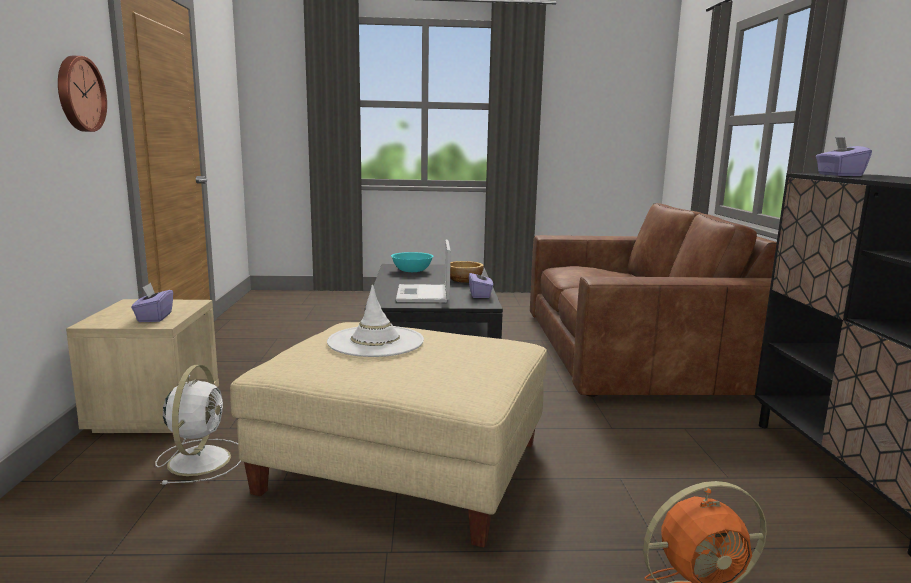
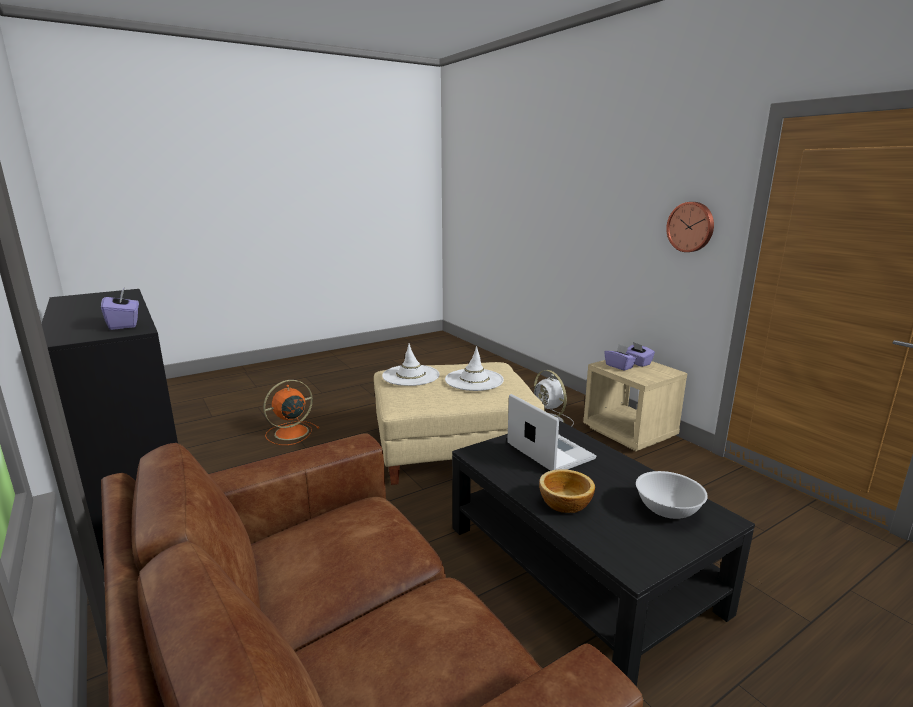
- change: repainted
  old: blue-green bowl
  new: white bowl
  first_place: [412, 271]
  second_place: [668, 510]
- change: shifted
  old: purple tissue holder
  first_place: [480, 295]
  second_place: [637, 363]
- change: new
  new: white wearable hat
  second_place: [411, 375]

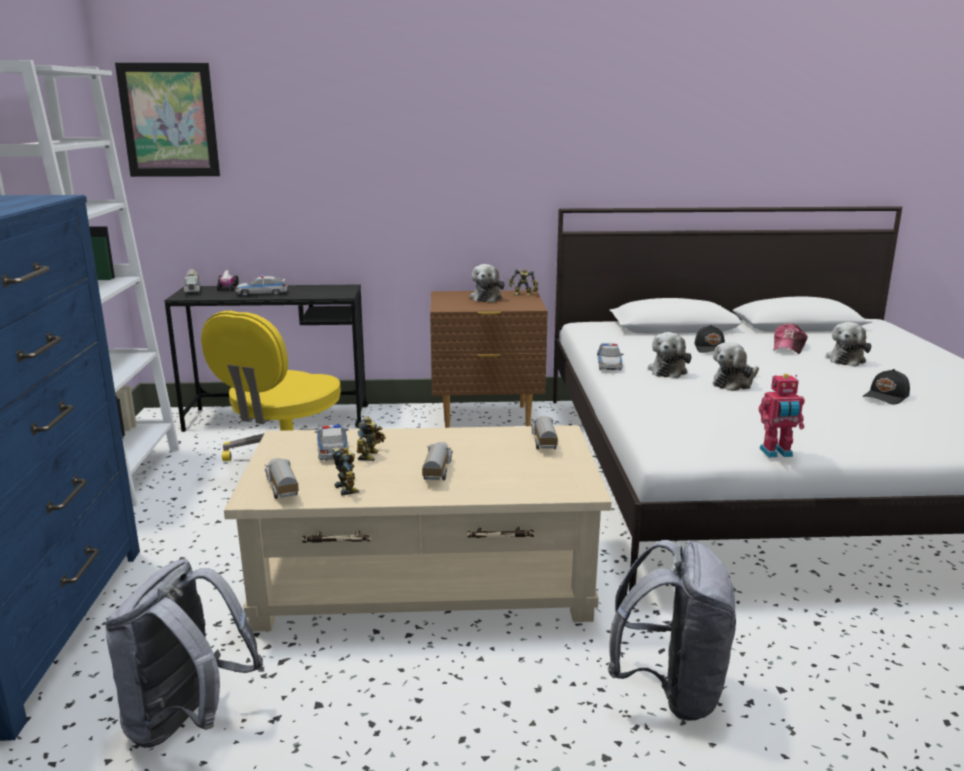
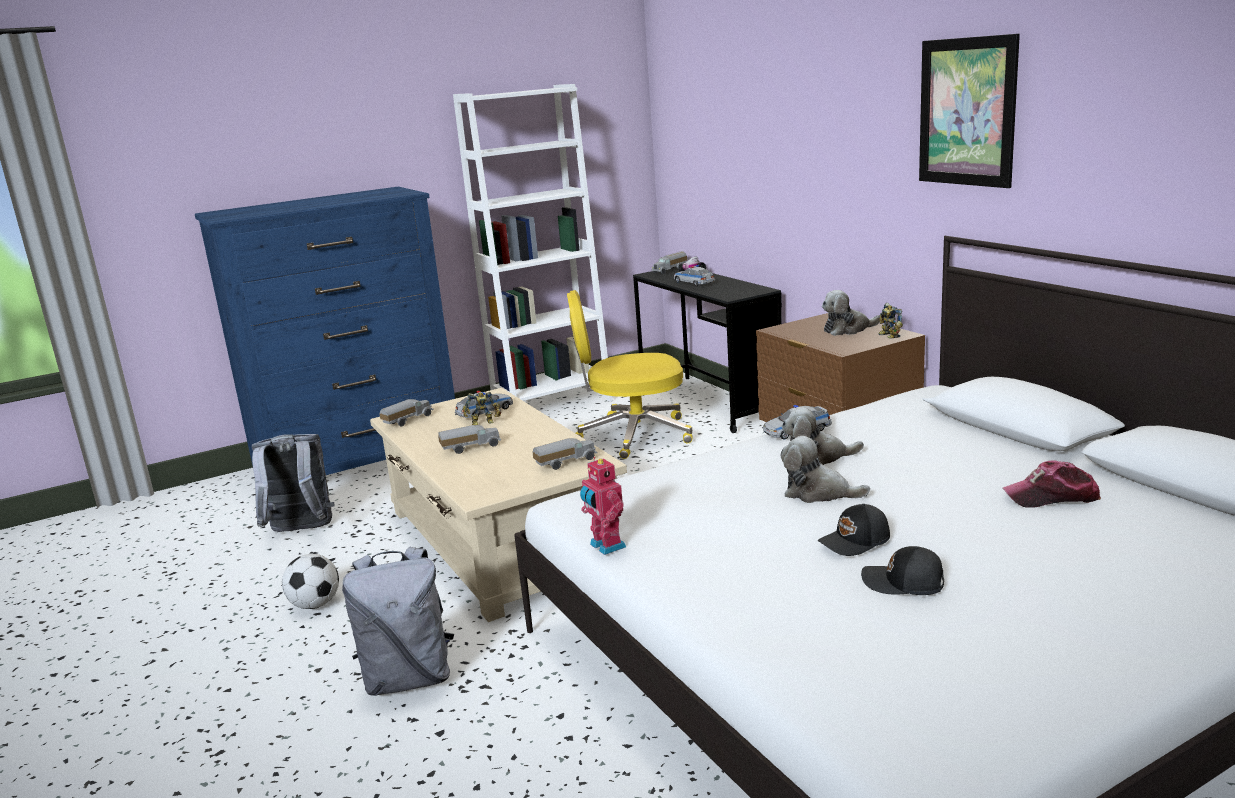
- change: shifted
  old: picture
  first_place: [169, 120]
  second_place: [967, 112]
- change: gone
  old: model robot
  first_place: [349, 488]
- change: shifted
  old: blackish cap
  first_place: [711, 349]
  second_place: [855, 542]
- change: gone
  old: plush toy
  first_place: [846, 359]
- change: new
  new: ball for football
  second_place: [315, 604]

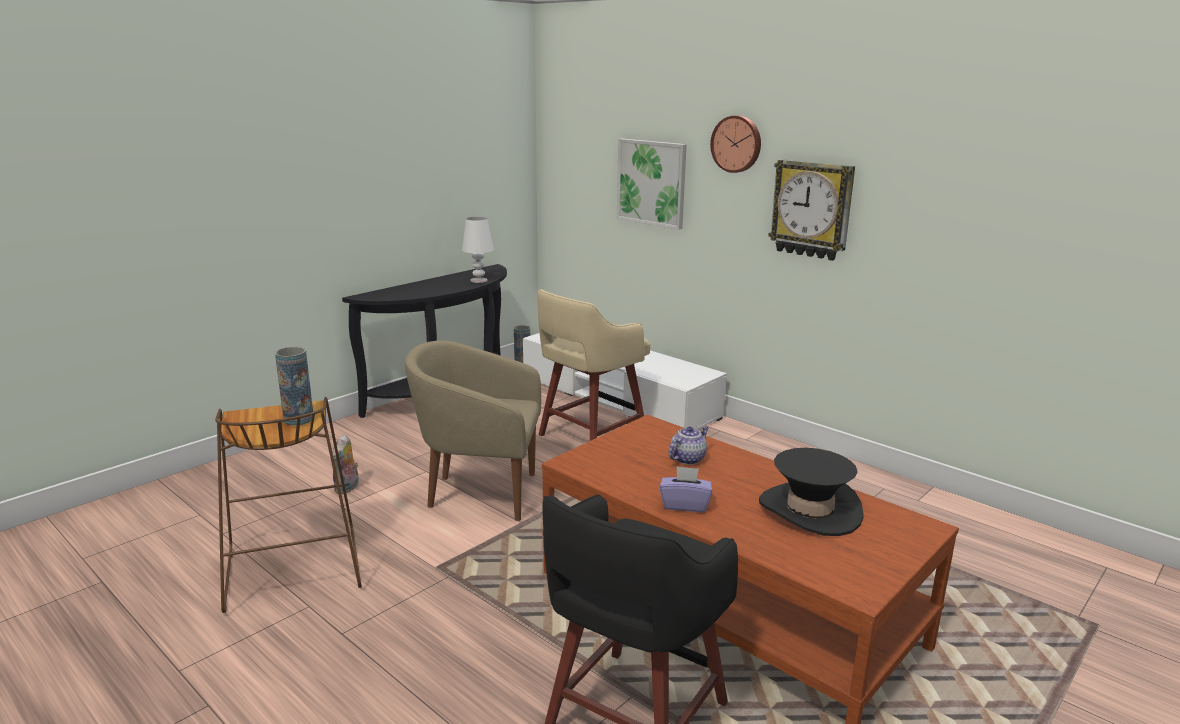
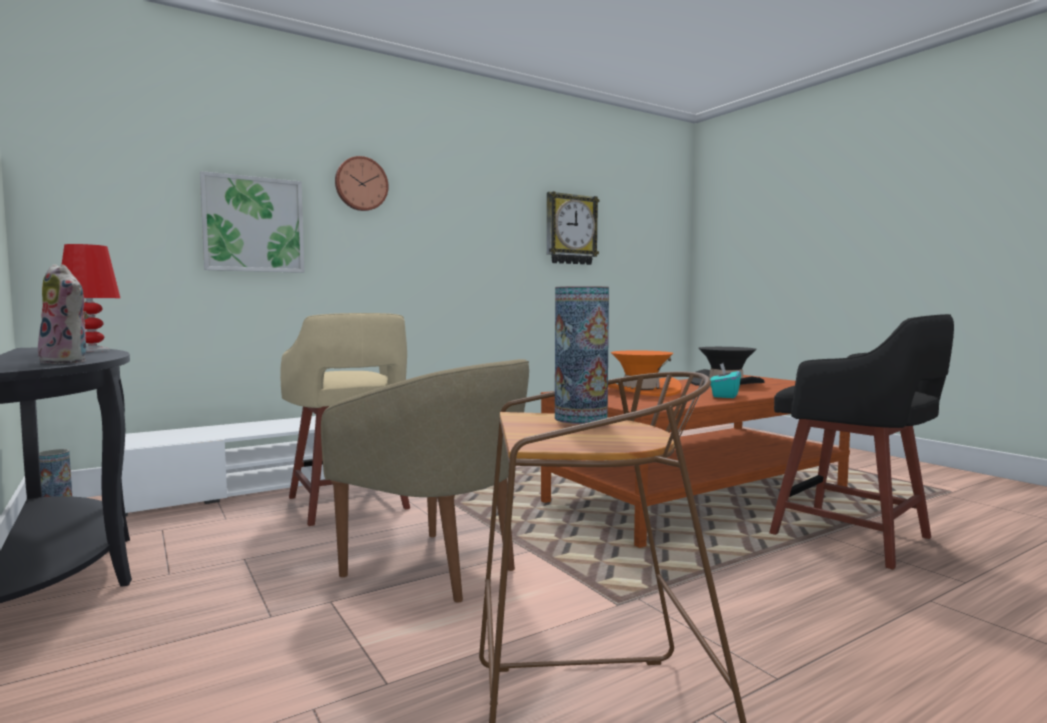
- change: shifted
  old: plush toy
  first_place: [347, 488]
  second_place: [68, 361]
- change: rotated
  old: beige armchair
  first_place: [479, 493]
  second_place: [437, 568]
  degrees: -75
- change: repainted
  old: white lamp for a table
  new: red-coloured lamp for a table
  first_place: [479, 280]
  second_place: [92, 350]
- change: repainted
  old: purple tissue holder
  new: blue-green tissue holder
  first_place: [685, 505]
  second_place: [724, 395]
- change: swapped
  old: tea pot
  new: orange wearable hat
  first_place: [688, 458]
  second_place: [641, 391]
- change: shifted
  old: clock on the wall
  first_place: [812, 209]
  second_place: [570, 229]

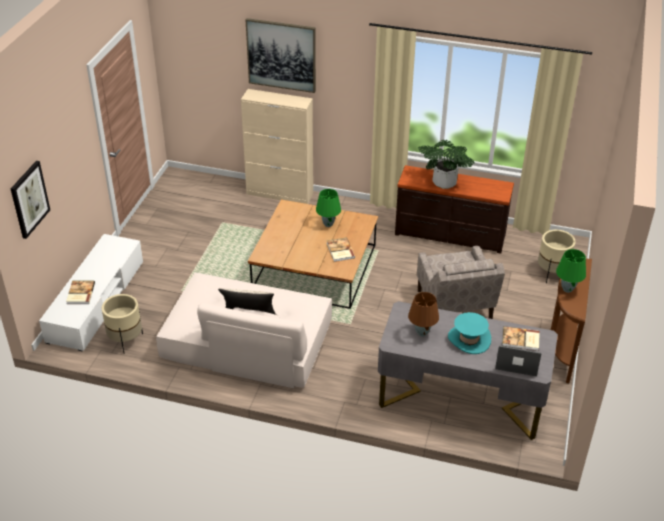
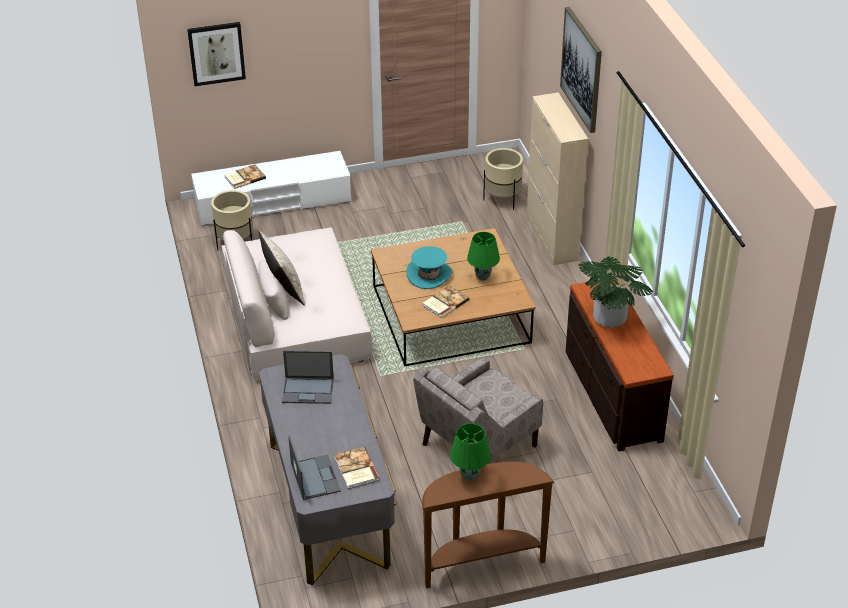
- change: swapped
  old: brownish lamp for a table
  new: portable computer
  first_place: [422, 332]
  second_place: [308, 390]
- change: shifted
  old: blue-green wearable hat
  first_place: [469, 339]
  second_place: [429, 275]
- change: shifted
  old: beige planter
  first_place: [552, 273]
  second_place: [502, 200]

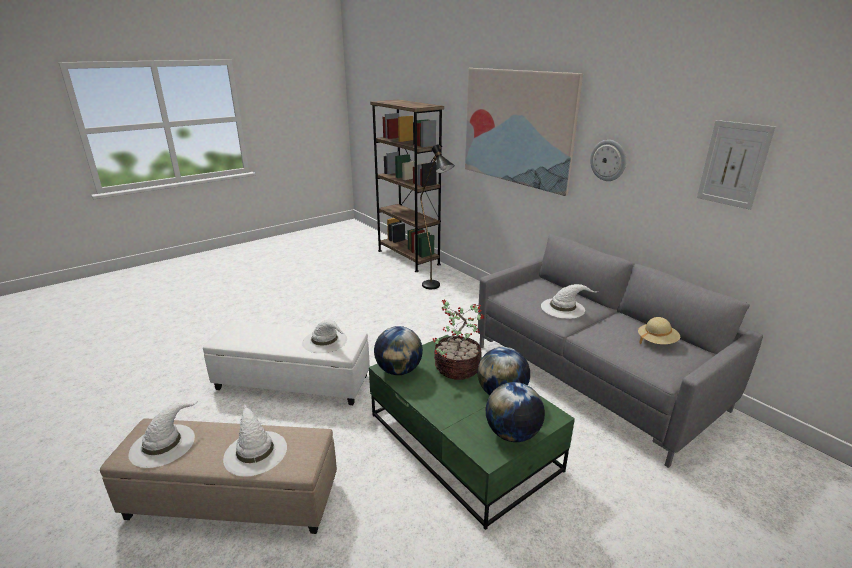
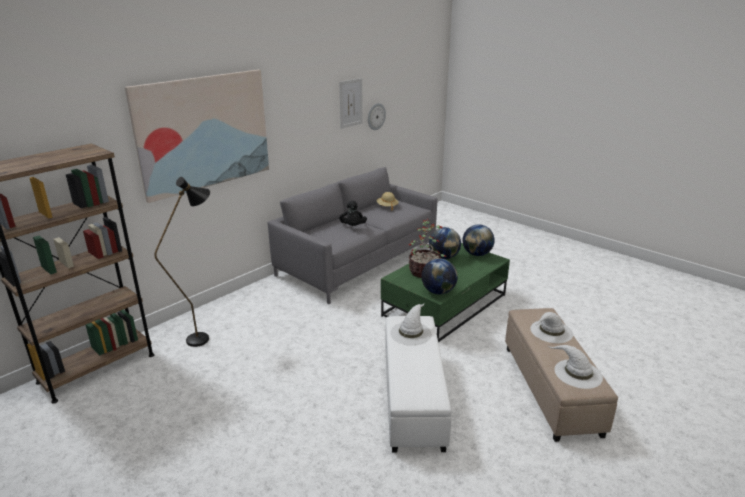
- change: swapped
  old: white wearable hat
  new: blackish plush toy
  first_place: [563, 308]
  second_place: [353, 227]
- change: shifted
  old: clock on the wall
  first_place: [608, 160]
  second_place: [376, 116]

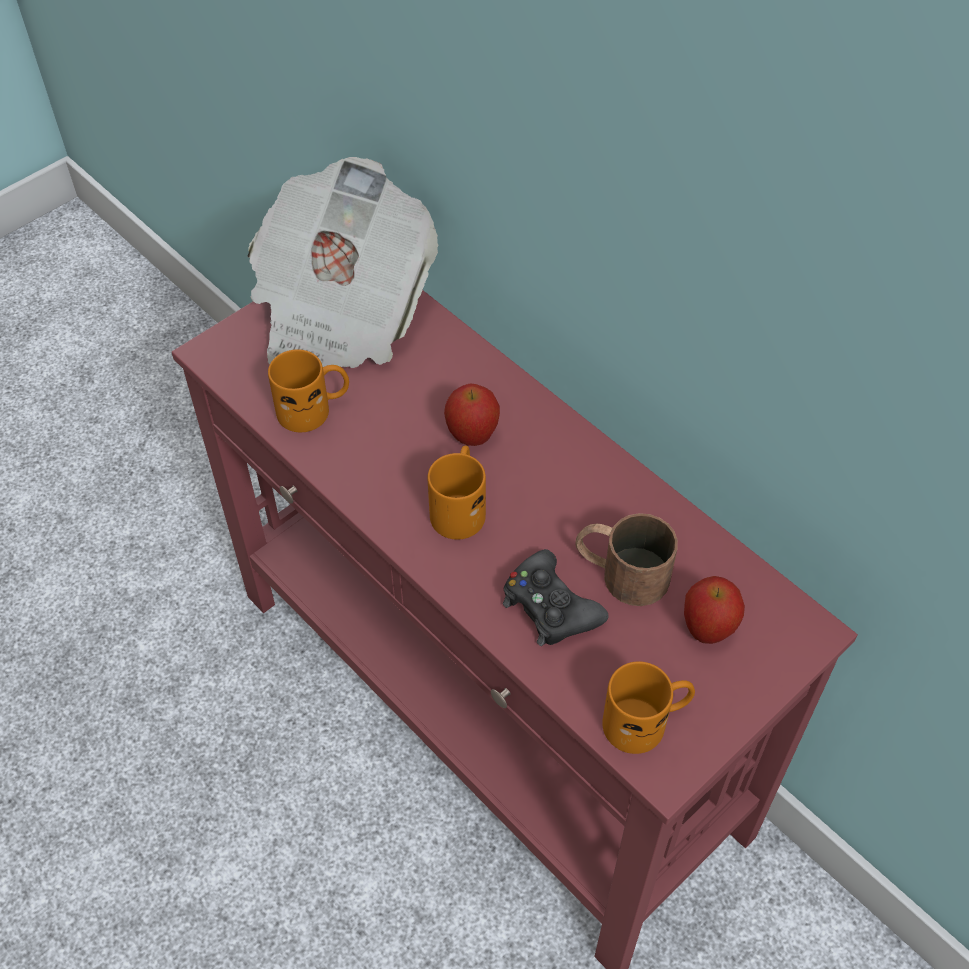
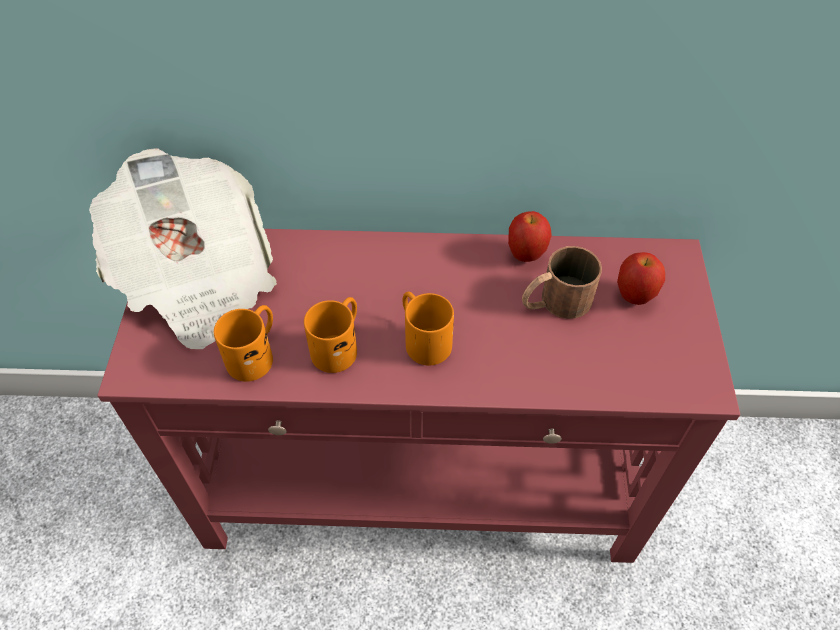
- change: shifted
  old: apple
  first_place: [472, 436]
  second_place: [525, 255]
- change: gone
  old: blackish game controller
  first_place: [550, 607]
- change: shifted
  old: orange tea mug
  first_place: [646, 721]
  second_place: [339, 345]

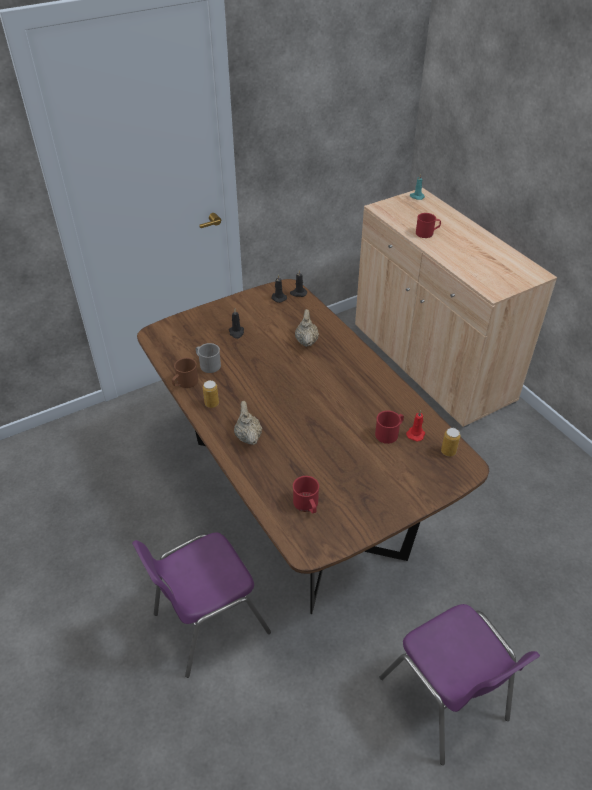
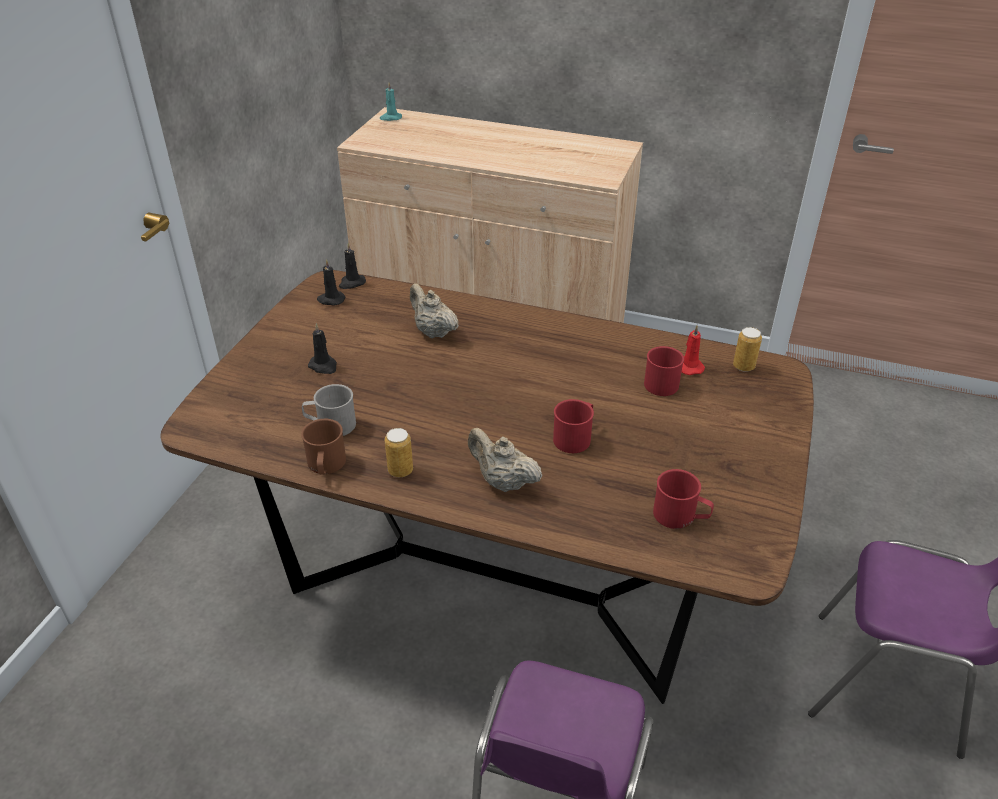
- change: shifted
  old: red-coloured tea mug
  first_place: [427, 233]
  second_place: [575, 437]

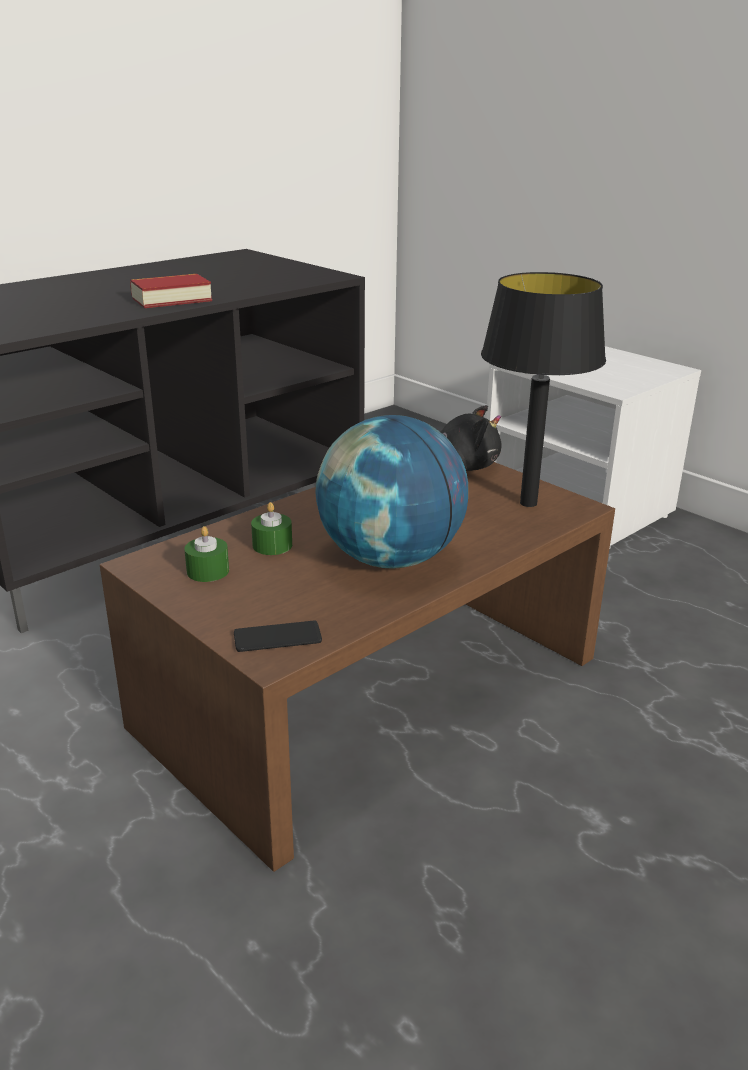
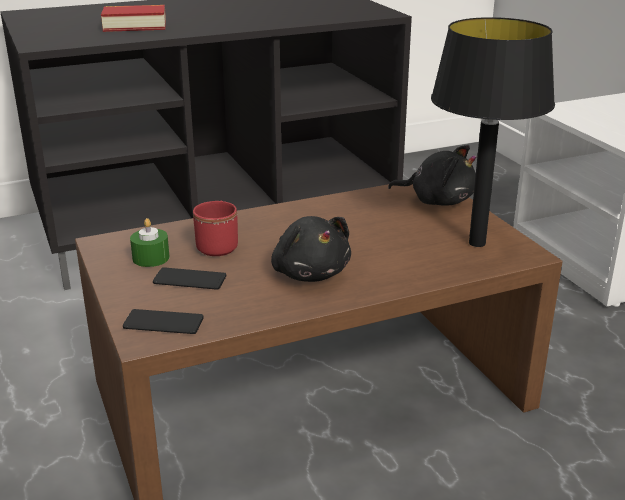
- change: shifted
  old: book
  first_place: [171, 299]
  second_place: [135, 26]
- change: swapped
  old: green candle
  new: red-coloured tea mug
  first_place: [272, 545]
  second_place: [218, 245]
- change: swapped
  old: world globe
  new: blackish plush toy
  first_place: [390, 558]
  second_place: [310, 273]
- change: new
  new: telephone
  second_place: [189, 279]

